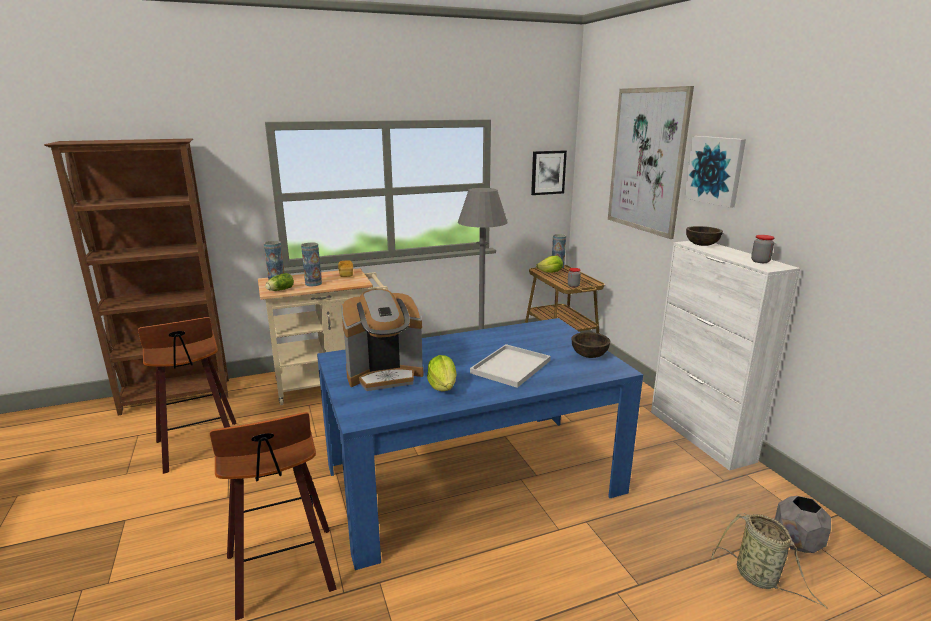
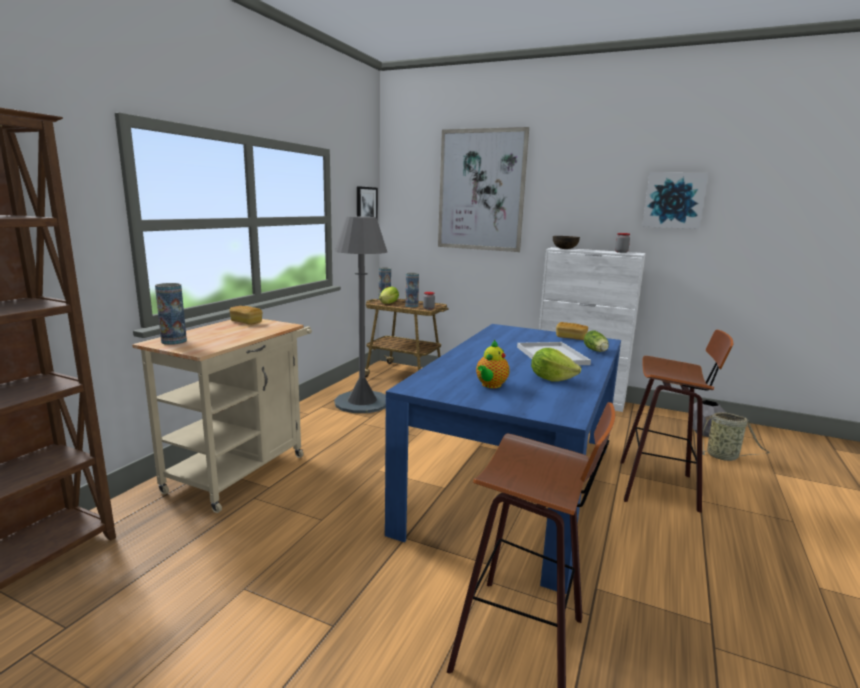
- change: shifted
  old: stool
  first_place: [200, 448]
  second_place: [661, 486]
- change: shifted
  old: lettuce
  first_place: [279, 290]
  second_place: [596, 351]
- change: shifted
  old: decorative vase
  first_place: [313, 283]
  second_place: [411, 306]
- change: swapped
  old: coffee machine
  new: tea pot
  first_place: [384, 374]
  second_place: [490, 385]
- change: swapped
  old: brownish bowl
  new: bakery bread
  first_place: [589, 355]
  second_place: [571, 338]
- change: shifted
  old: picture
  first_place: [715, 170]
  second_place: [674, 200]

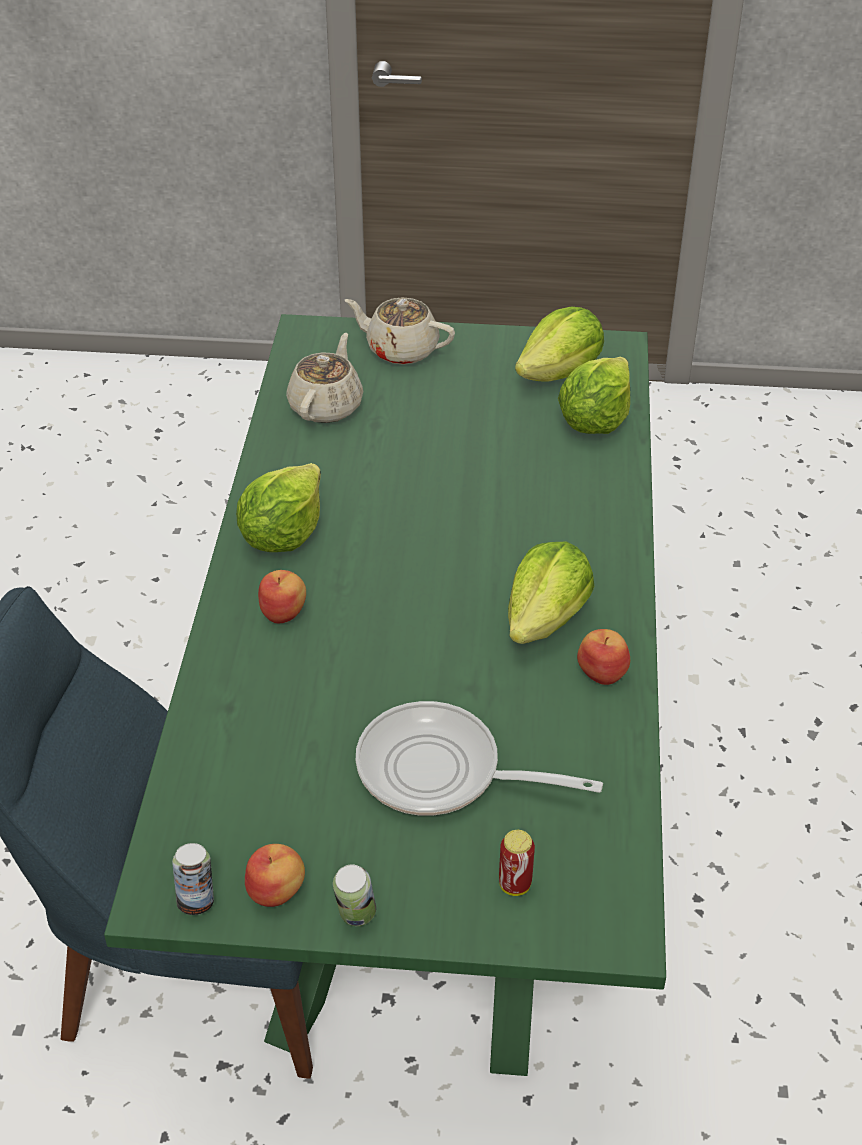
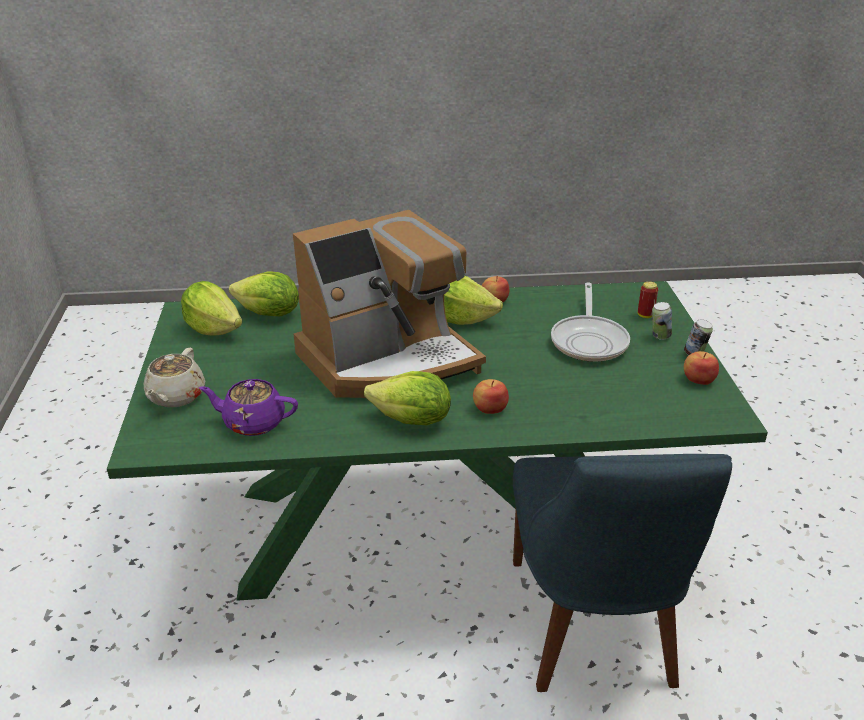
- change: shifted
  old: metal can
  first_place: [197, 901]
  second_place: [659, 336]
- change: repainted
  old: beige tea pot
  new: purple tea pot
  first_place: [326, 406]
  second_place: [253, 422]
- change: new
  new: coffee machine
  second_place: [388, 360]

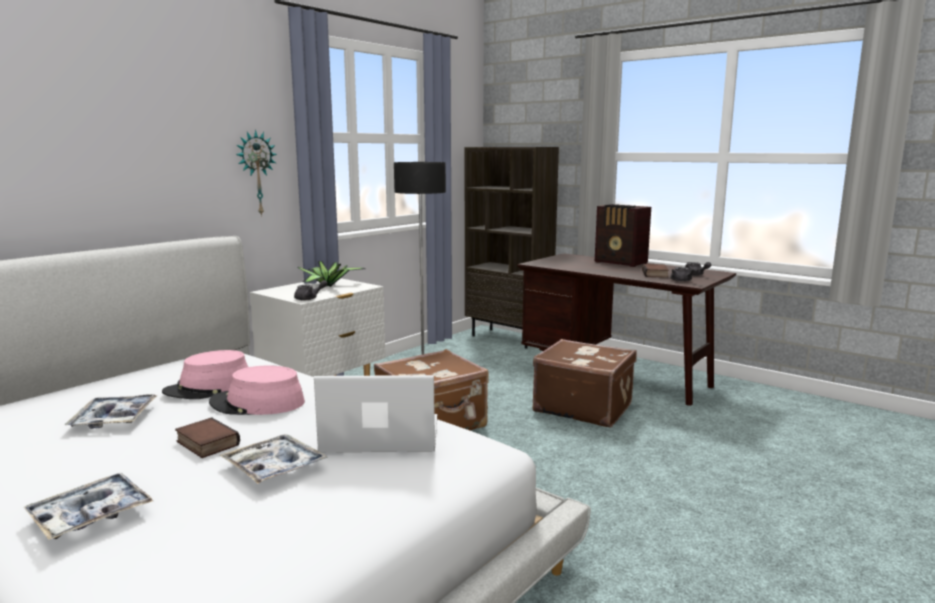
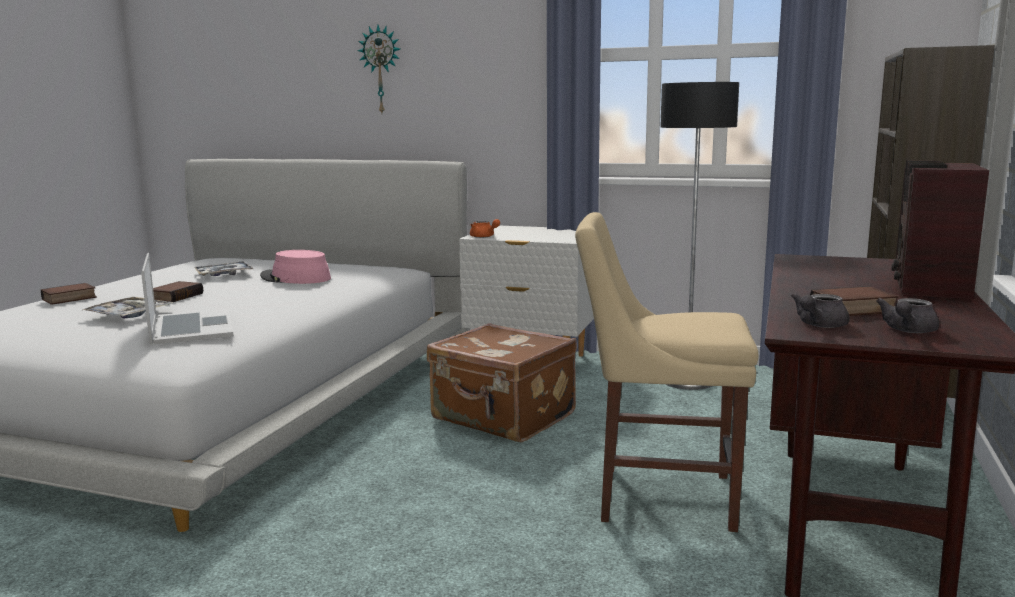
- change: swapped
  old: tray
  new: book
  first_place: [90, 515]
  second_place: [69, 299]
- change: gone
  old: pinkish wearable hat
  first_place: [257, 403]
- change: shifted
  old: clock on the wall
  first_place: [256, 173]
  second_place: [381, 70]
- change: repainted
  old: gray tea pot
  new: orange tea pot
  first_place: [309, 298]
  second_place: [484, 237]
- change: gone
  old: houseplant
  first_place: [327, 286]
- change: swapped
  old: brownish travel case
  new: beige upright chair
  first_place: [583, 407]
  second_place: [657, 496]

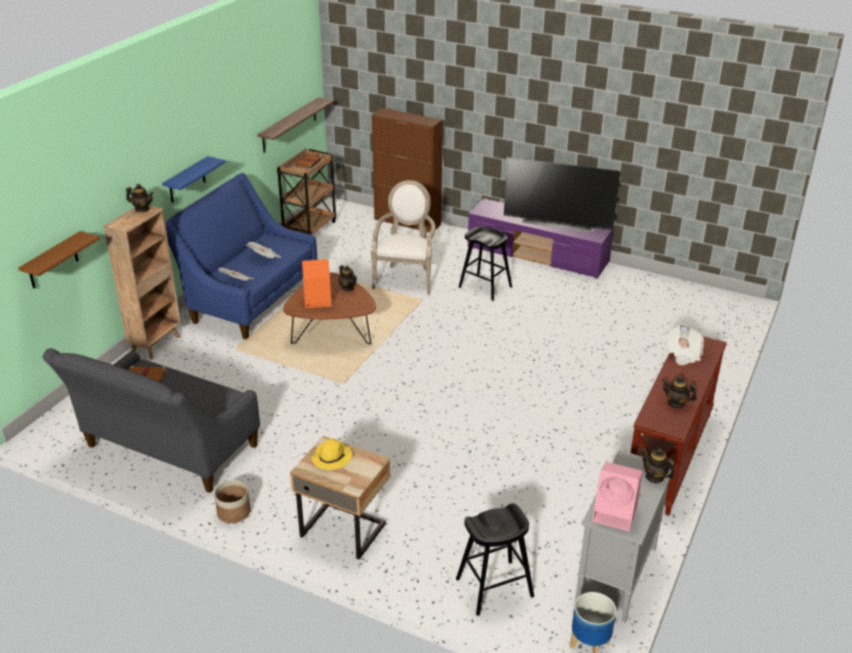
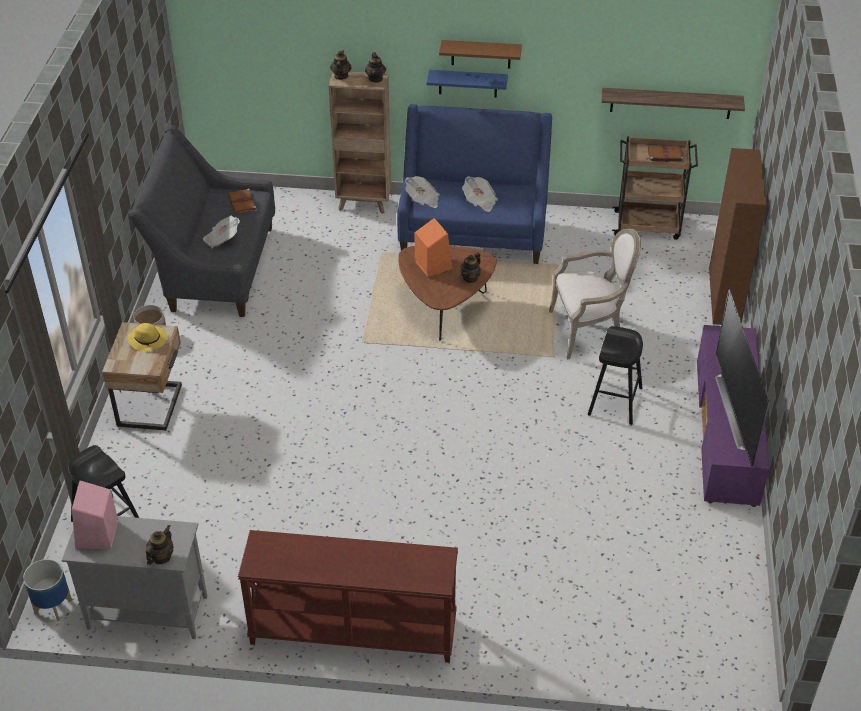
- change: shifted
  old: brownish shelf
  first_place: [53, 261]
  second_place: [481, 54]
- change: shifted
  old: tea pot
  first_place: [676, 403]
  second_place: [341, 76]
- change: shifted
  old: newspaper
  first_place: [683, 354]
  second_place: [222, 239]

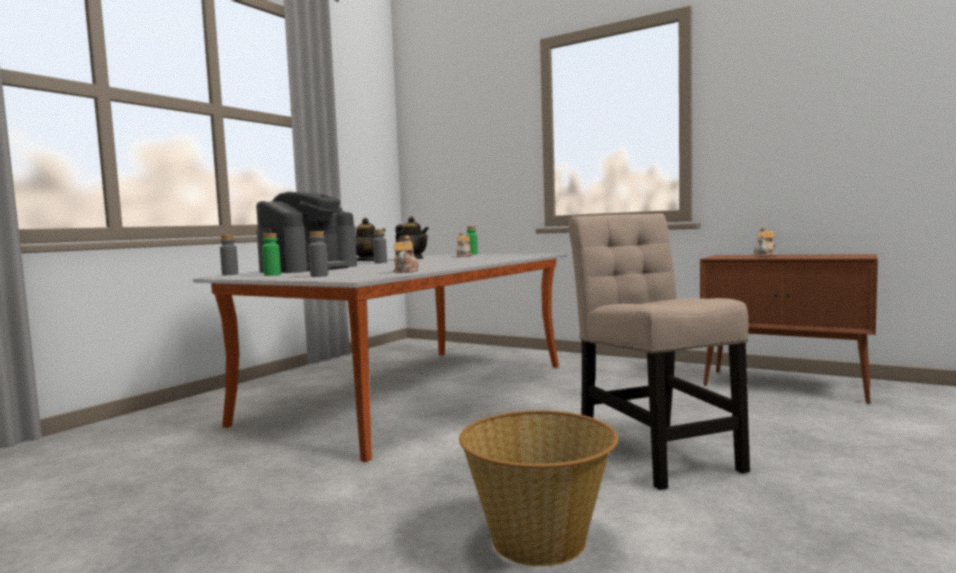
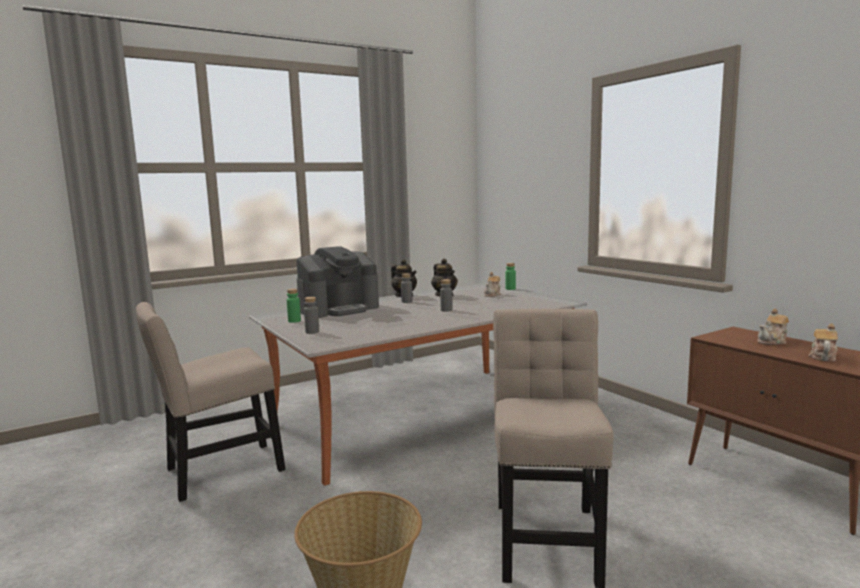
- change: shifted
  old: gray bottle
  first_place: [230, 274]
  second_place: [446, 310]
- change: shifted
  old: tea pot
  first_place: [406, 271]
  second_place: [822, 357]
- change: new
  new: beige upright chair
  second_place: [218, 472]

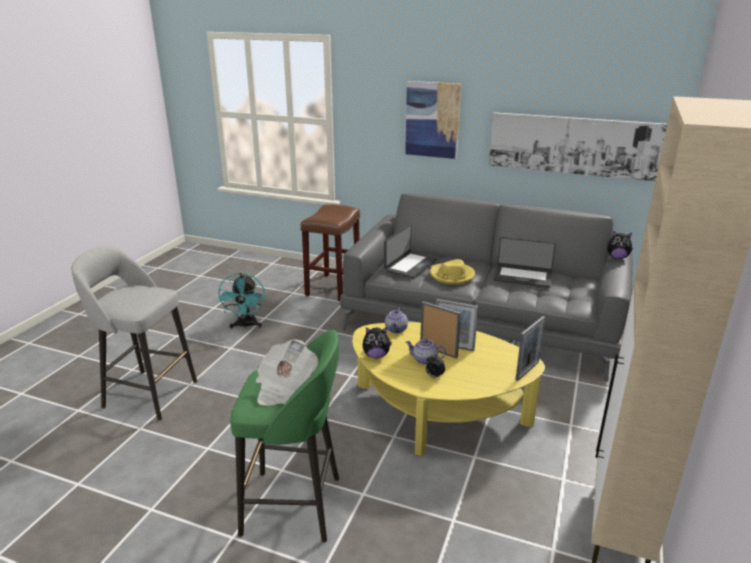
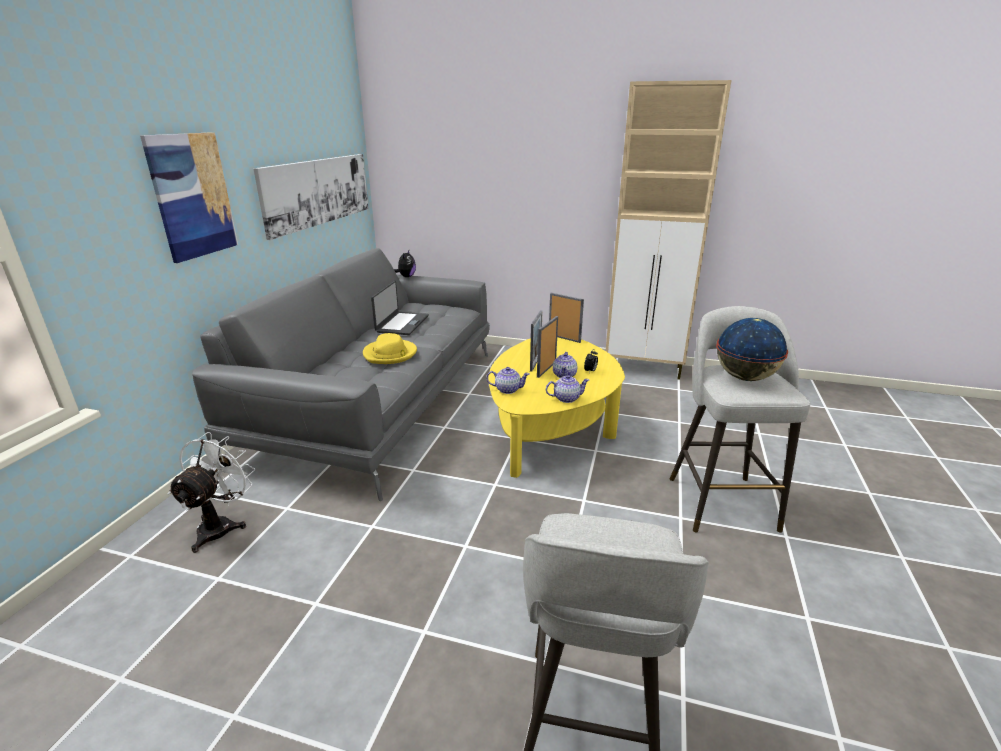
- change: gone
  old: blue-green fan
  first_place: [246, 325]
- change: repainted
  old: green stool
  new: gray stool
  first_place: [295, 506]
  second_place: [720, 501]
- change: swapped
  old: newspaper
  new: world globe
  first_place: [285, 388]
  second_place: [745, 377]
- change: swapped
  old: brownish stool
  new: white fan
  first_place: [333, 287]
  second_place: [221, 525]
- change: swapped
  old: plush toy
  new: tea pot
  first_place: [376, 355]
  second_place: [566, 398]
- change: gone
  old: portable computer
  first_place: [410, 265]

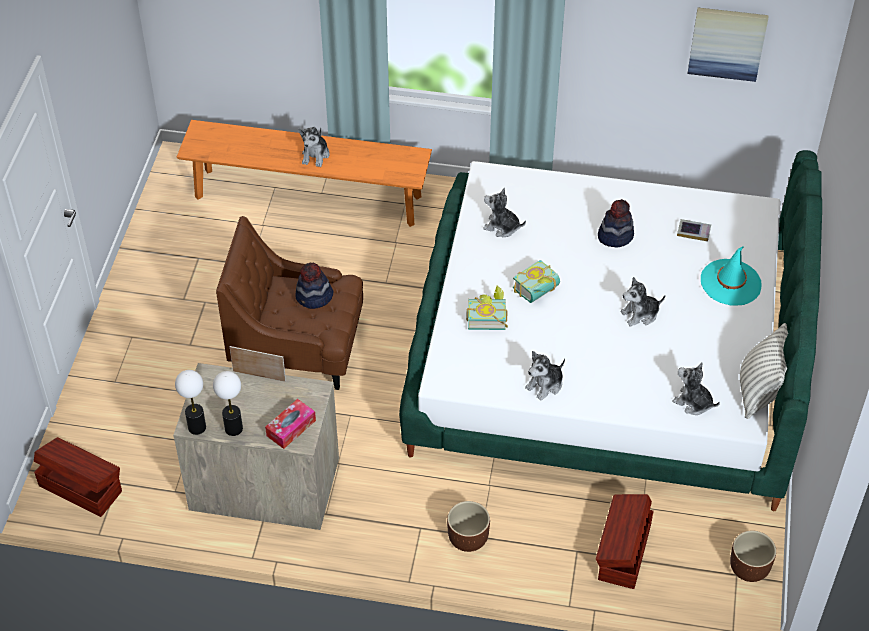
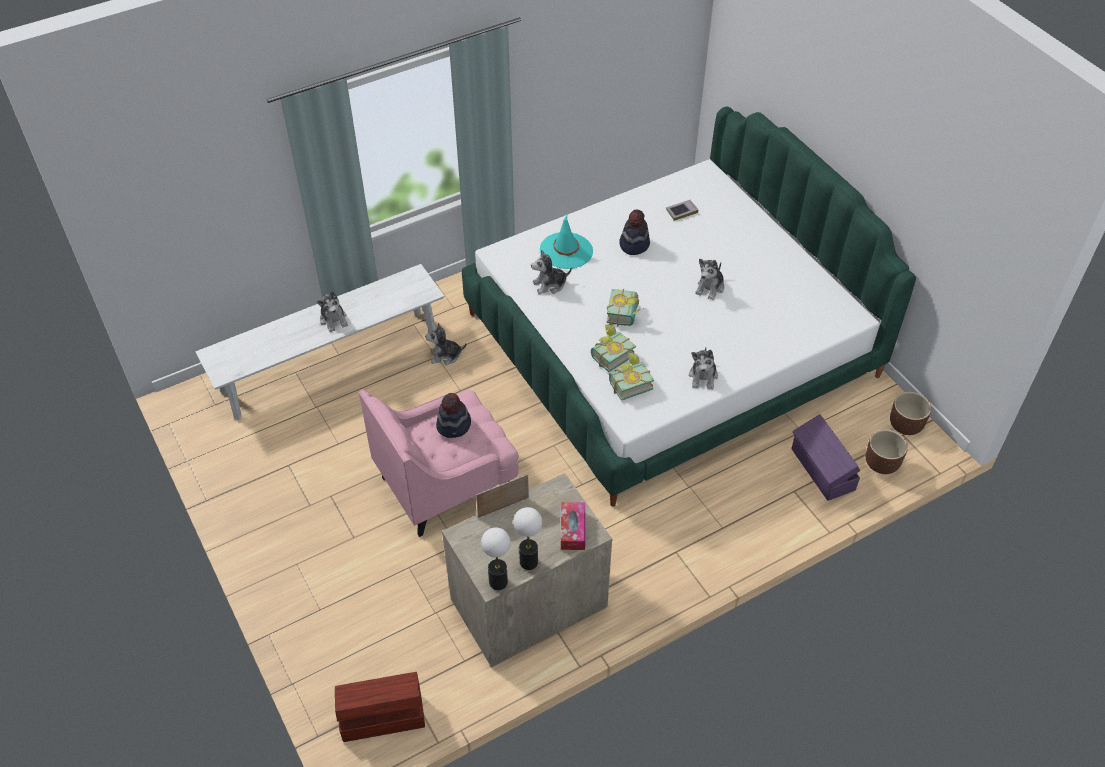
- change: repainted
  old: orange indoor bench
  new: white indoor bench
  first_place: [308, 197]
  second_place: [331, 363]
- change: repainted
  old: brownish armchair
  new: pinkish armchair
  first_place: [298, 350]
  second_place: [447, 484]
- change: shifted
  old: brownish planter
  first_place: [467, 539]
  second_place: [881, 464]
- change: repainted
  old: brownish storage box
  new: purple storage box
  first_place: [623, 552]
  second_place: [822, 470]
- change: shifted
  old: plush toy
  first_place: [693, 402]
  second_place: [445, 356]
- change: gone
  old: picture
  first_place: [727, 43]
- change: shifted
  old: blue-green wearable hat
  first_place: [730, 283]
  second_place: [566, 251]
- change: gone
  old: throw pillow
  first_place: [759, 391]
- change: new
  new: book
  second_place: [628, 383]

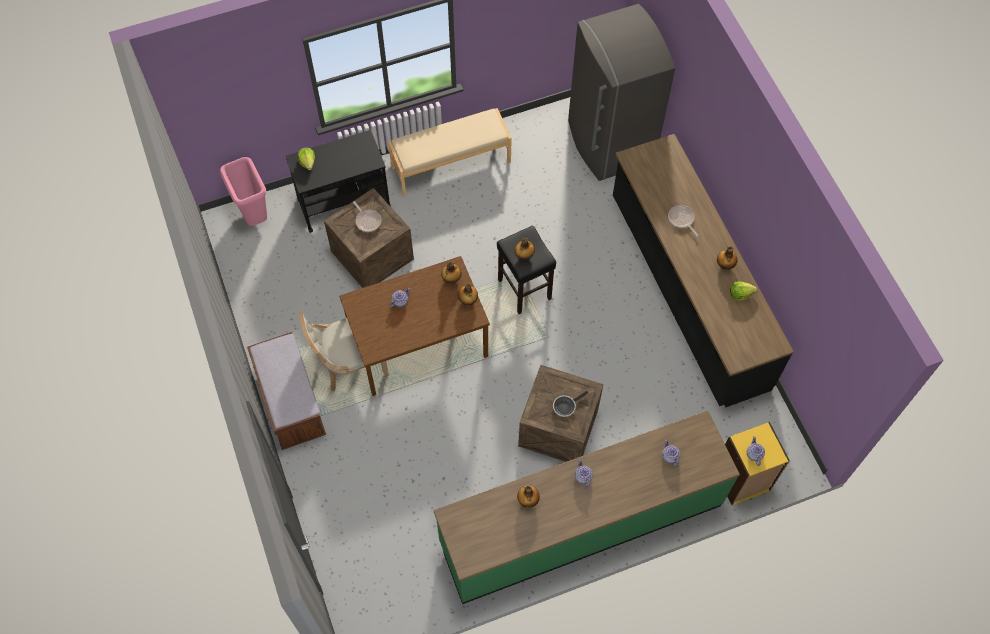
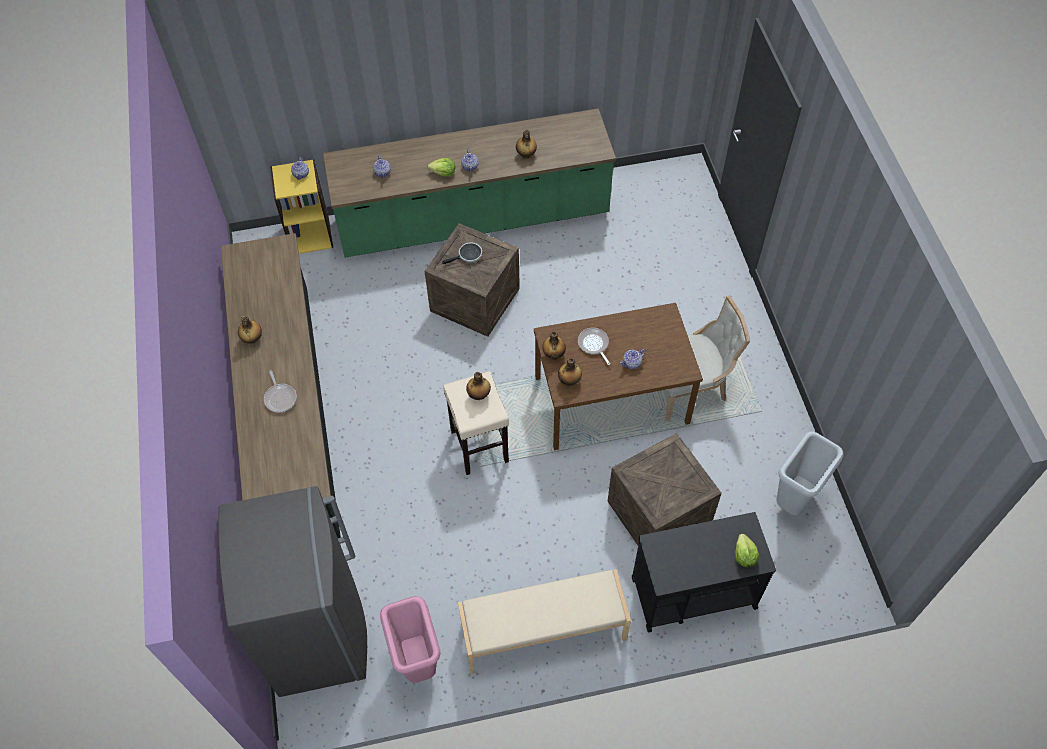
- change: shifted
  old: pinkish rubbish bin
  first_place: [254, 216]
  second_place: [419, 663]
- change: gone
  old: brownish indoor bench
  first_place: [291, 403]
- change: shifted
  old: frying pan
  first_place: [367, 221]
  second_place: [594, 344]
- change: repainted
  old: blackish stool
  new: beige stool
  first_place: [524, 289]
  second_place: [480, 446]
- change: shifted
  old: lettuce
  first_place: [740, 293]
  second_place: [443, 173]
- change: new
  new: gray rubbish bin
  second_place: [794, 502]

